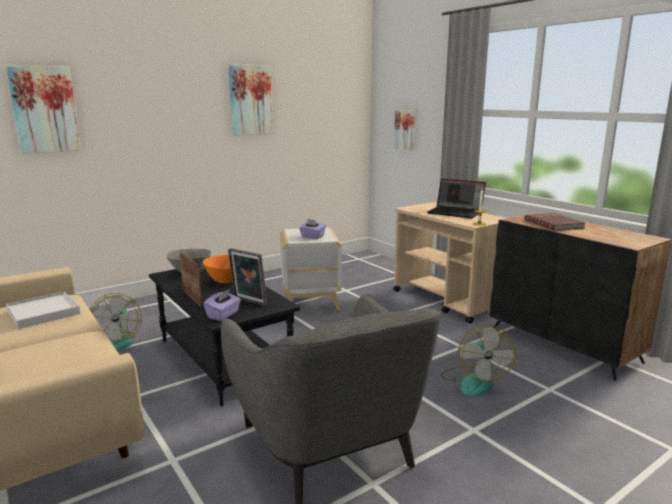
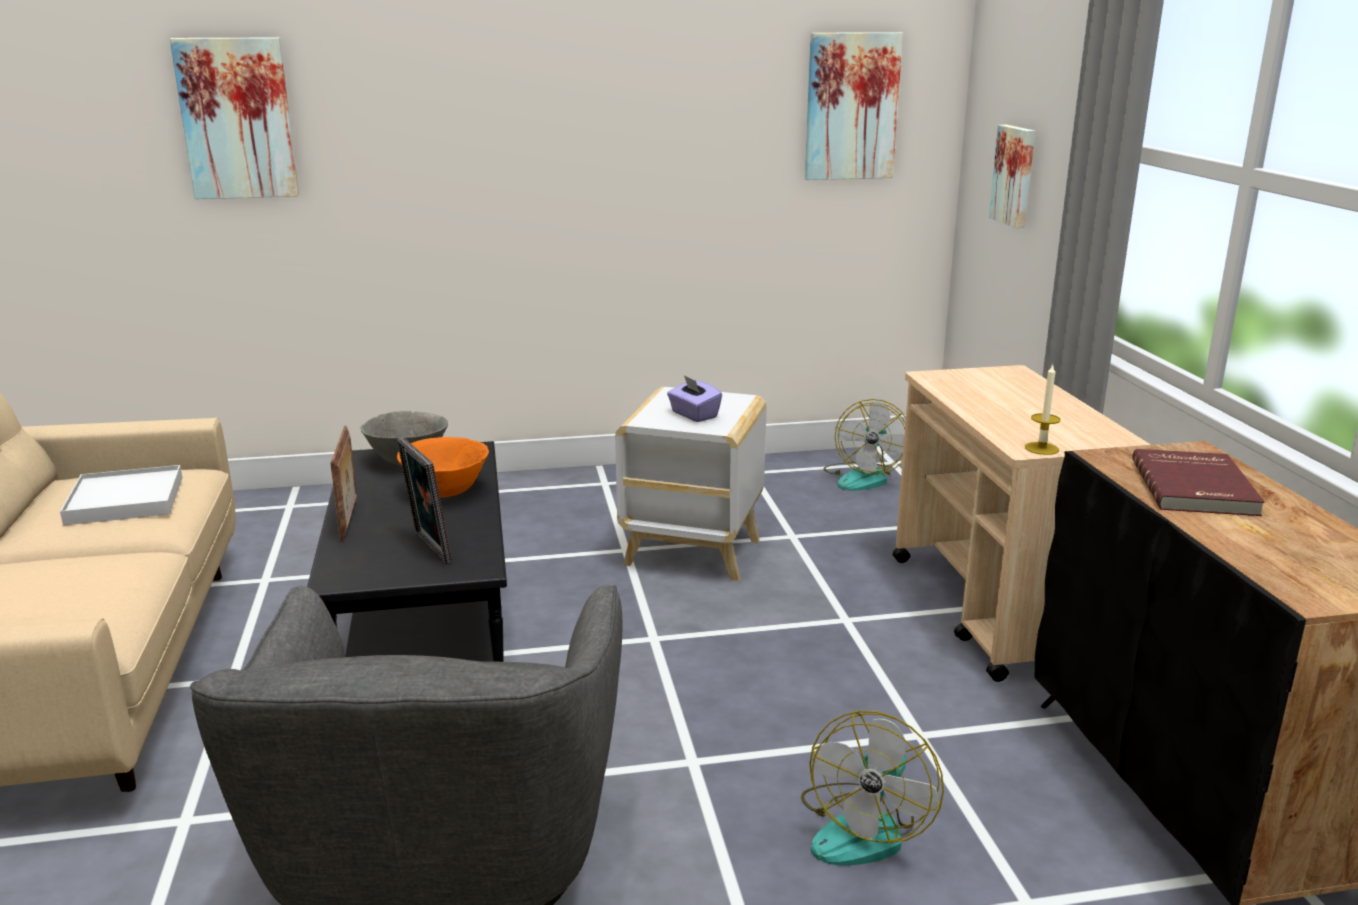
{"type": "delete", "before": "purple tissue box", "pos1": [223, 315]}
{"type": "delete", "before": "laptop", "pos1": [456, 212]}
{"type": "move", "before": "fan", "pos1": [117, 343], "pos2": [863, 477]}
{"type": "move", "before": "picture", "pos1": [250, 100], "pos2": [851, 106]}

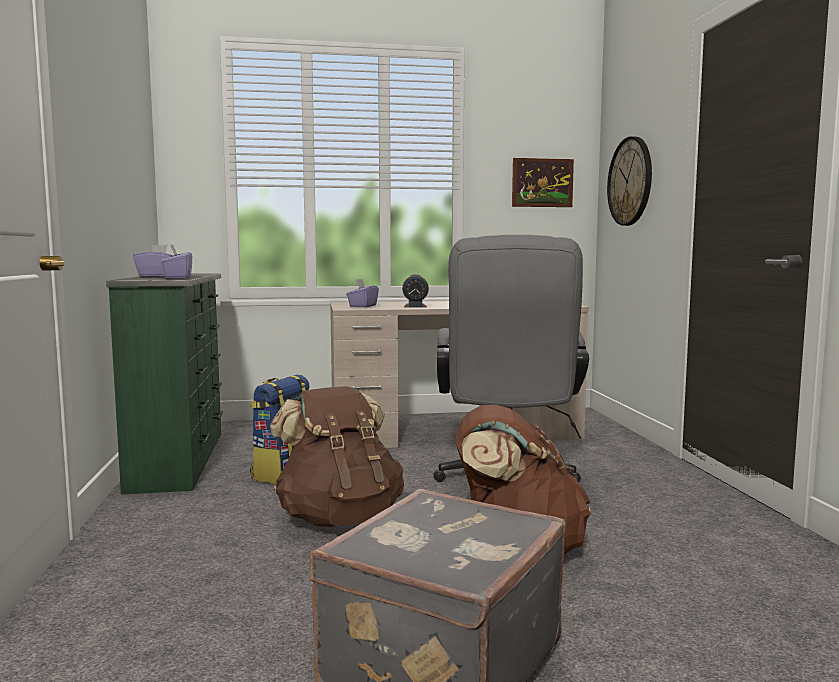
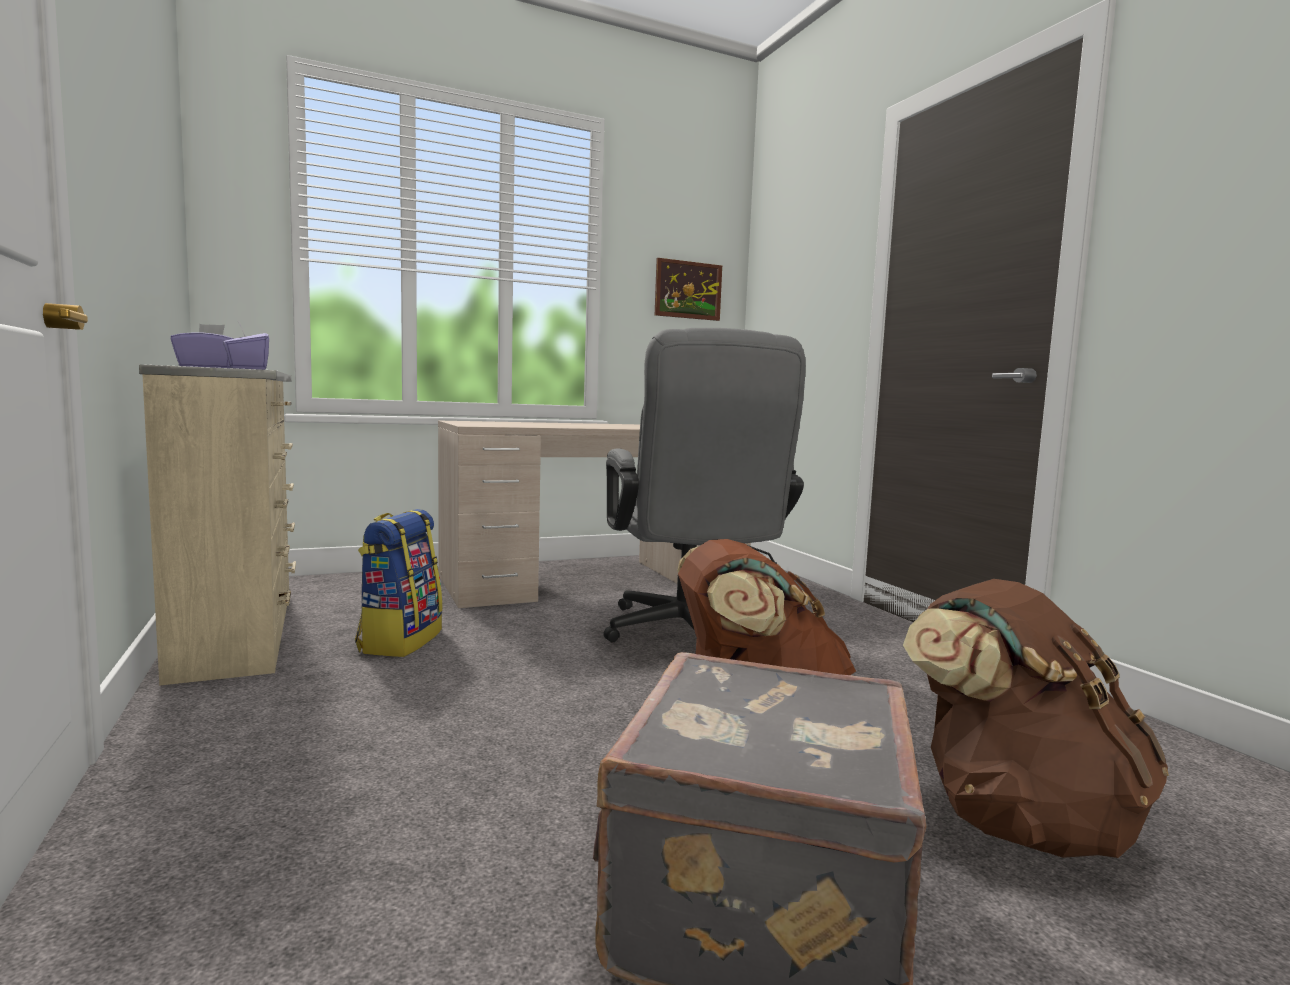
{"type": "delete", "before": "purple tissue box", "pos1": [362, 306]}
{"type": "delete", "before": "alarm clock", "pos1": [415, 306]}
{"type": "delete", "before": "wall clock", "pos1": [630, 181]}
{"type": "move", "before": "brown backpack", "pos1": [339, 518], "pos2": [1017, 821]}
{"type": "recolor", "before": "green dresser", "after": "beige dresser", "pos1": [181, 459], "pos2": [241, 630]}

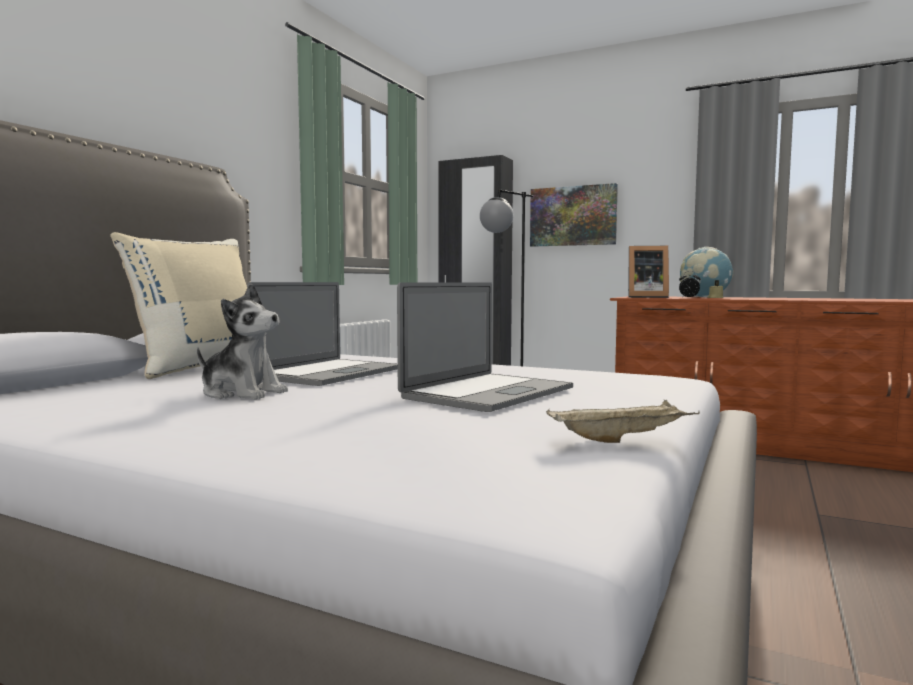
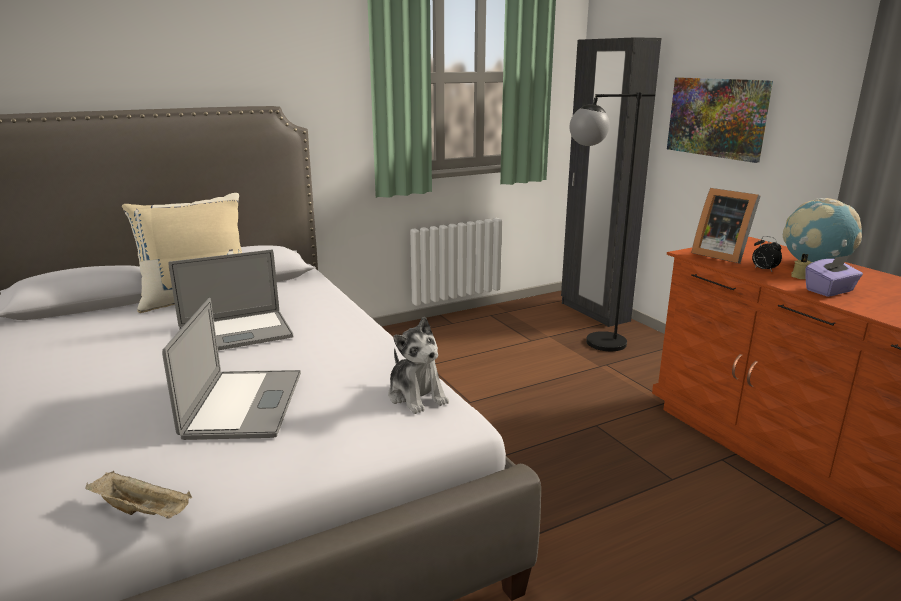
{"type": "insert", "after": "purple tissue box", "pos2": [830, 291]}
{"type": "move", "before": "plush toy", "pos1": [242, 393], "pos2": [416, 396]}
{"type": "rotate", "before": "laptop", "pos1": [488, 393], "pos2": [244, 404], "turn": -75}

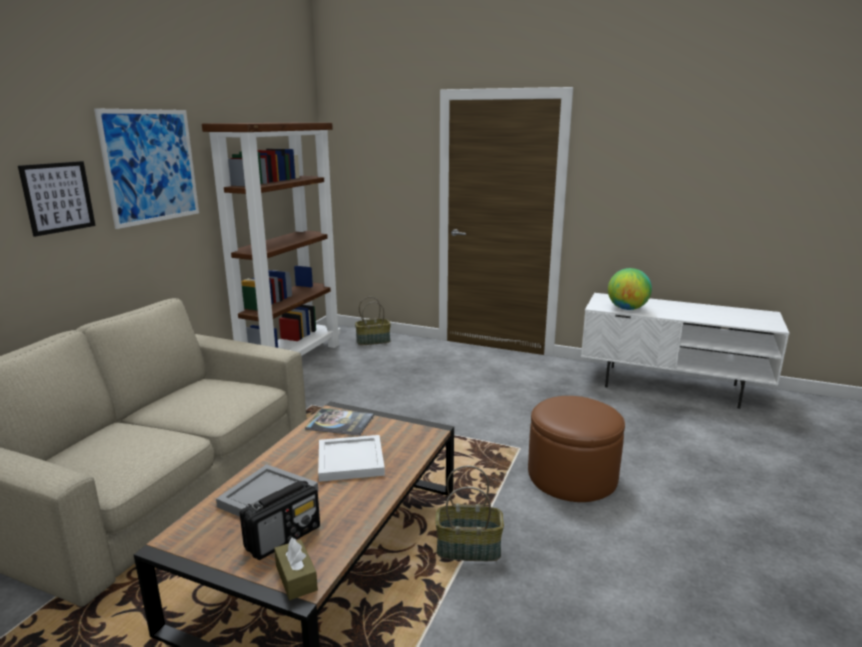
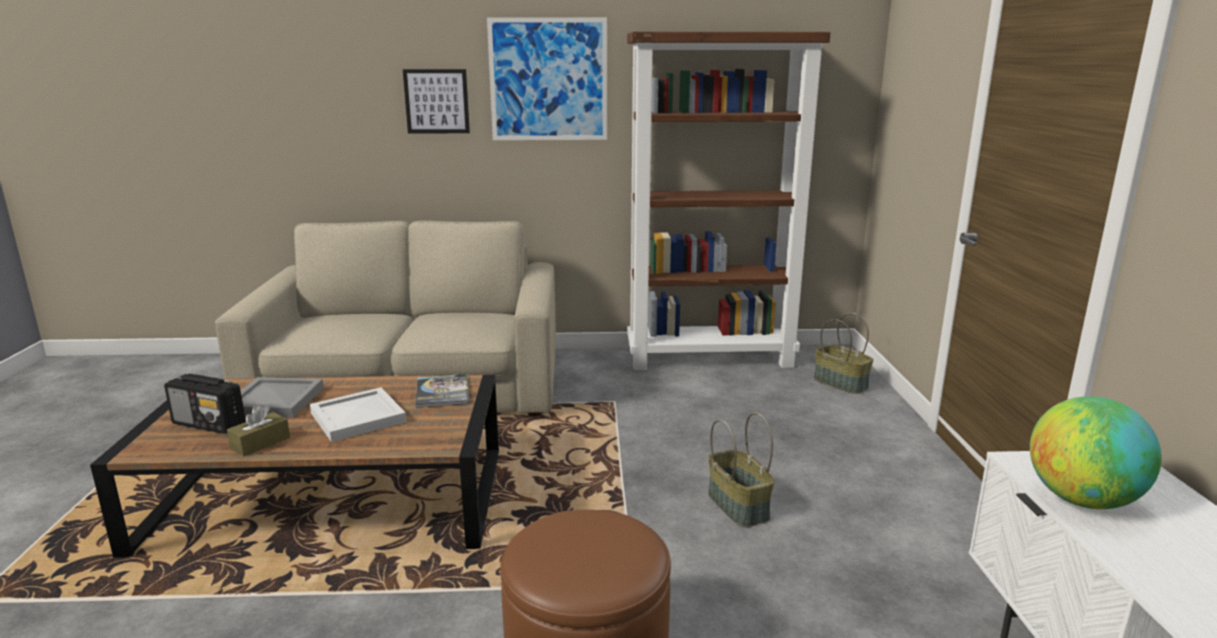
{"type": "move", "before": "brown tissue box", "pos1": [296, 578], "pos2": [260, 443]}
{"type": "move", "before": "basket", "pos1": [469, 548], "pos2": [739, 506]}

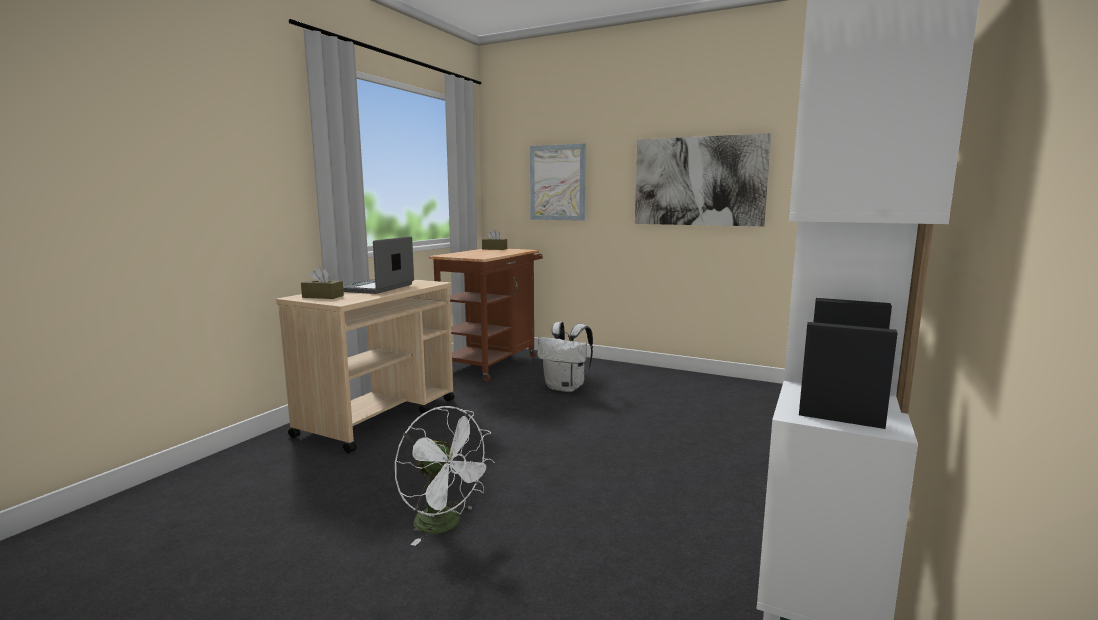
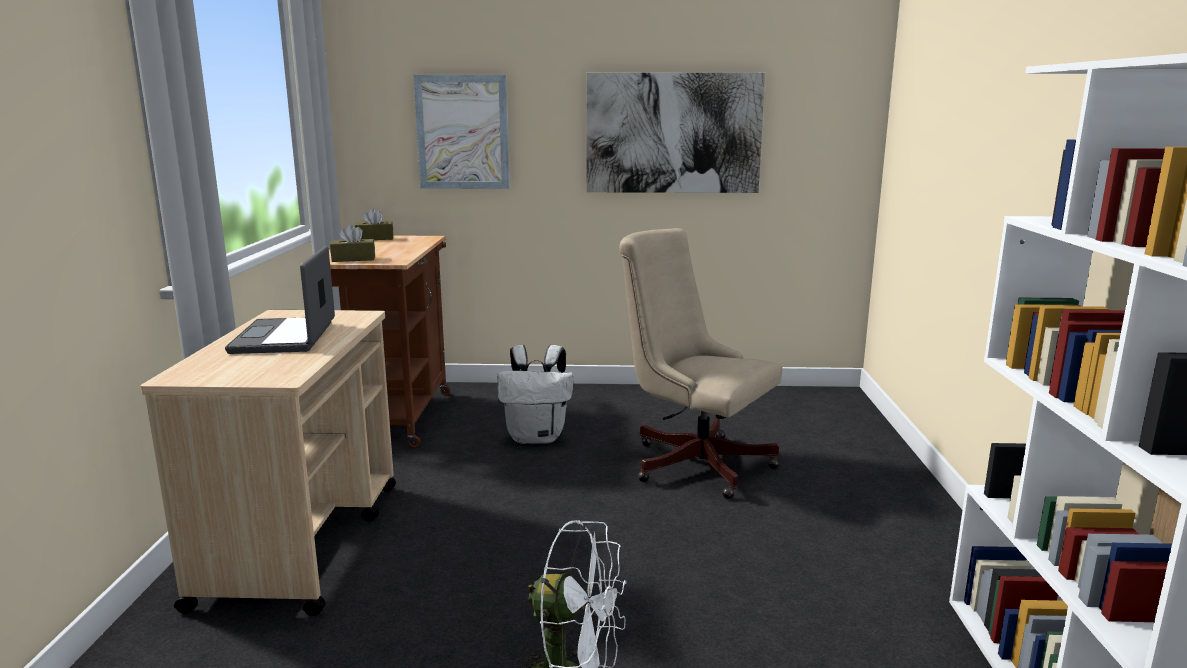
{"type": "insert", "after": "beige office chair", "pos2": [693, 461]}
{"type": "move", "before": "brown tissue box", "pos1": [323, 296], "pos2": [353, 259]}

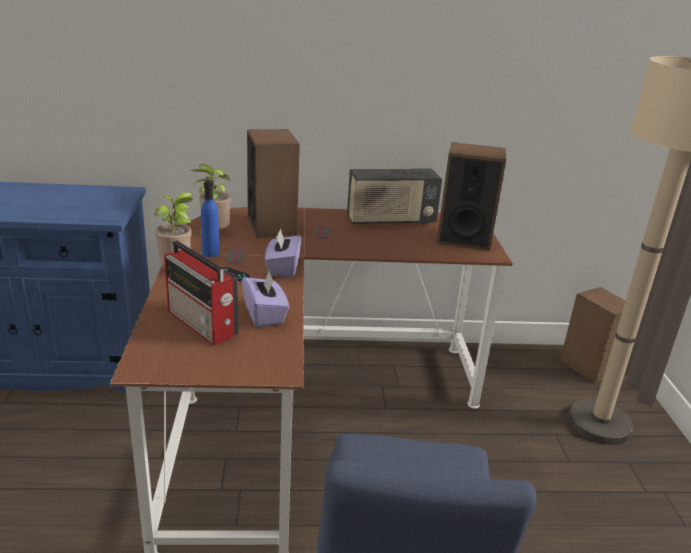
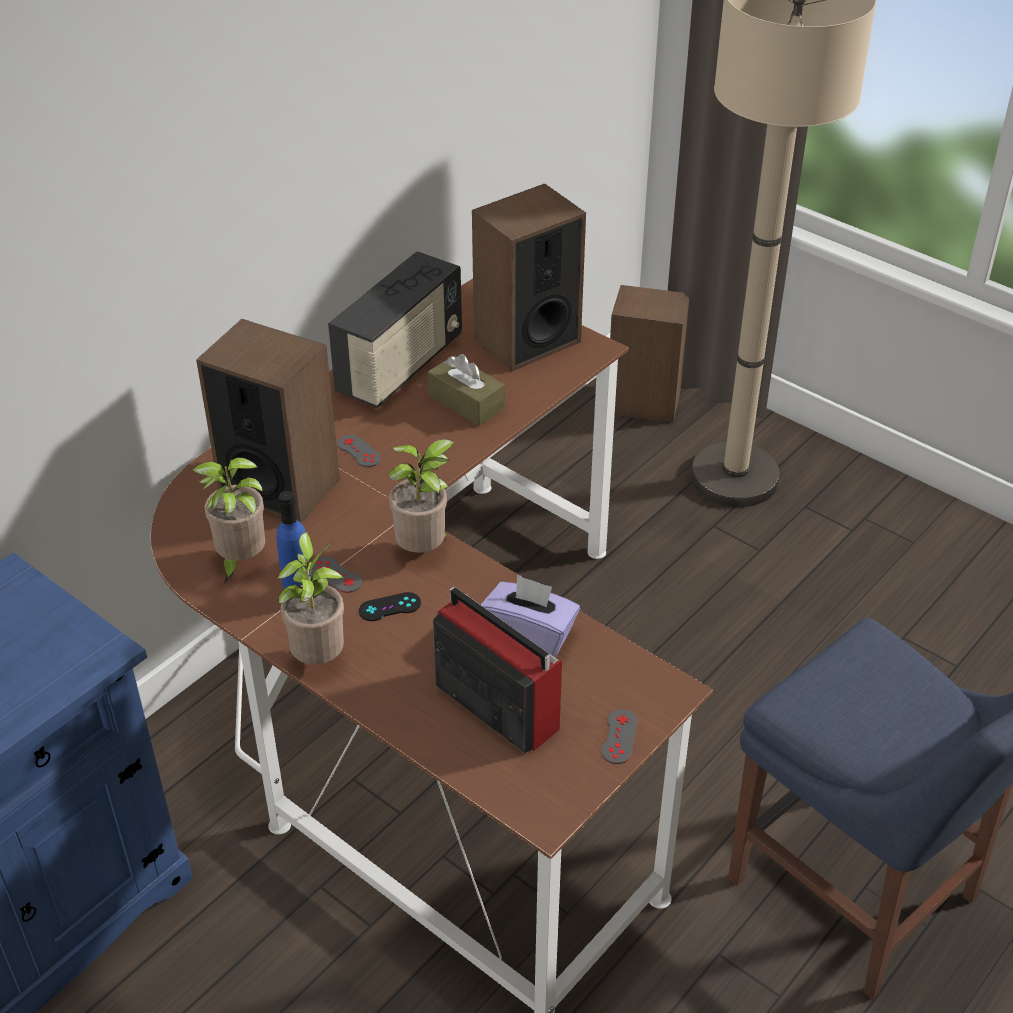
{"type": "insert", "after": "brown tissue box", "pos2": [466, 402]}
{"type": "insert", "after": "grey game controller", "pos2": [619, 737]}
{"type": "replace", "before": "purple tissue box", "after": "potted plant", "pos1": [282, 268], "pos2": [424, 550]}
{"type": "rotate", "before": "radio", "pos1": [203, 324], "pos2": [494, 704], "turn": -135}

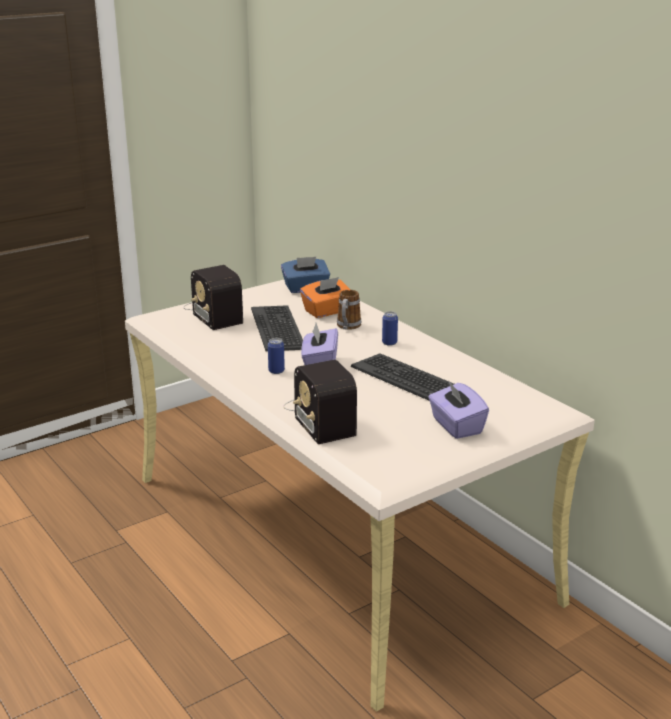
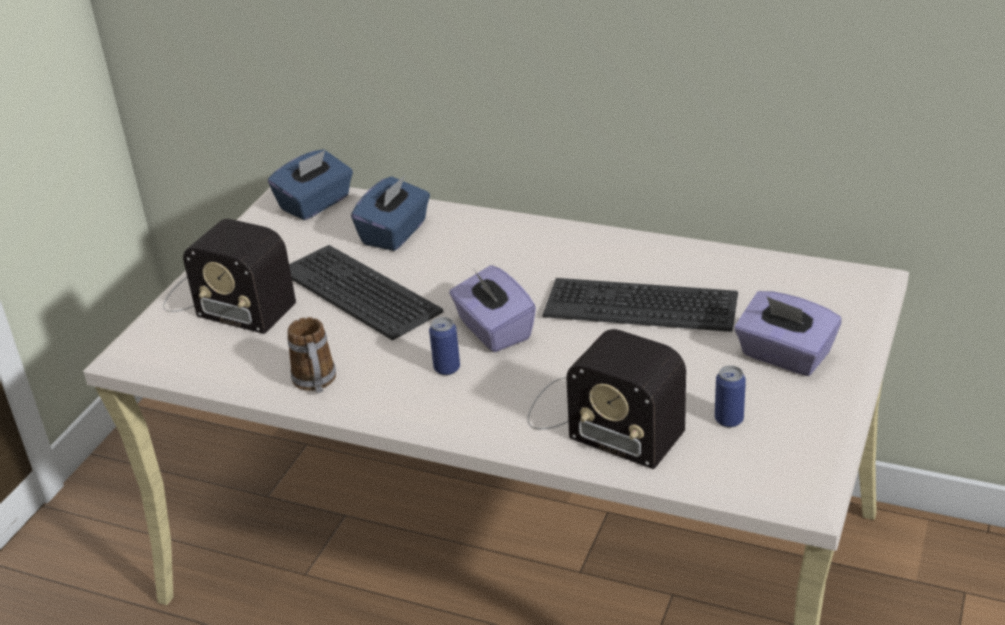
{"type": "move", "before": "mug", "pos1": [347, 327], "pos2": [316, 384]}
{"type": "move", "before": "can", "pos1": [389, 343], "pos2": [729, 420]}
{"type": "recolor", "before": "orange tissue box", "after": "blue tissue box", "pos1": [327, 311], "pos2": [395, 233]}

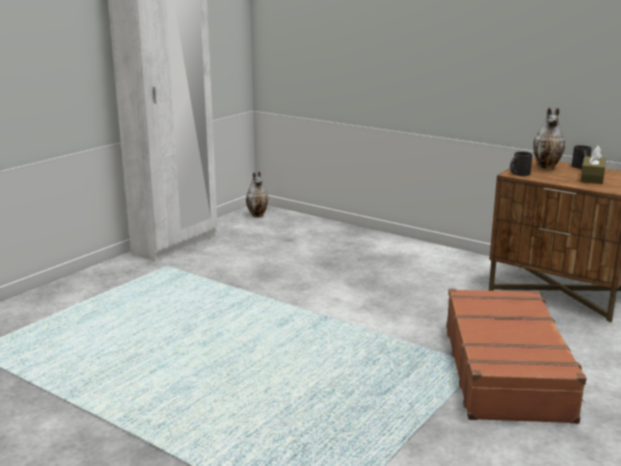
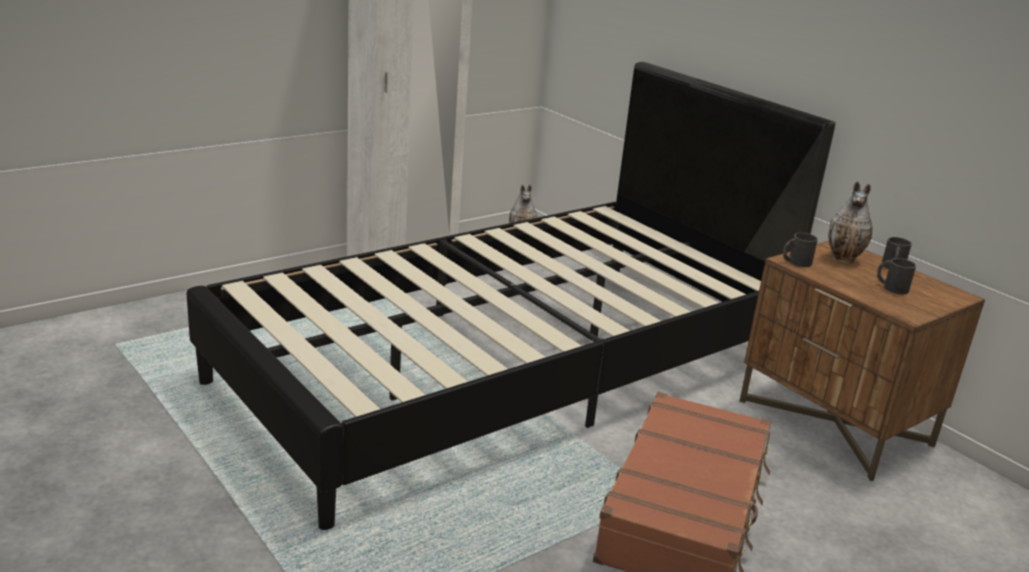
{"type": "insert", "after": "black bed", "pos2": [507, 370]}
{"type": "replace", "before": "brown tissue box", "after": "black mug", "pos1": [592, 178], "pos2": [891, 287]}

